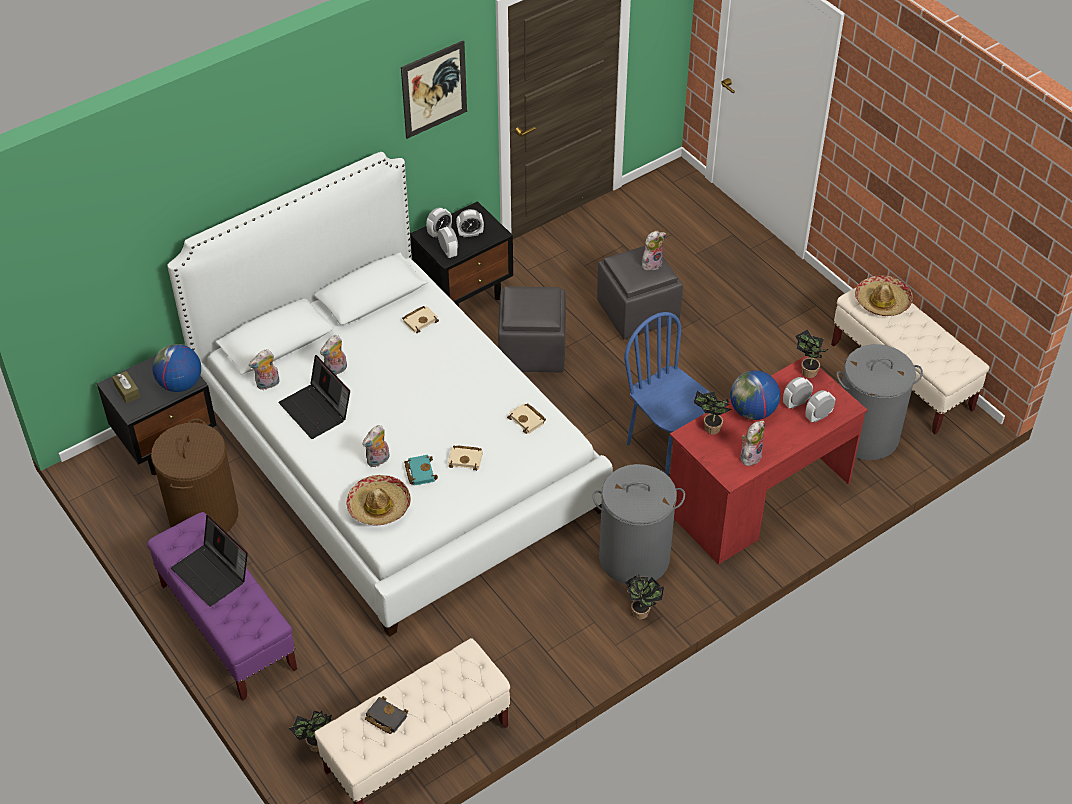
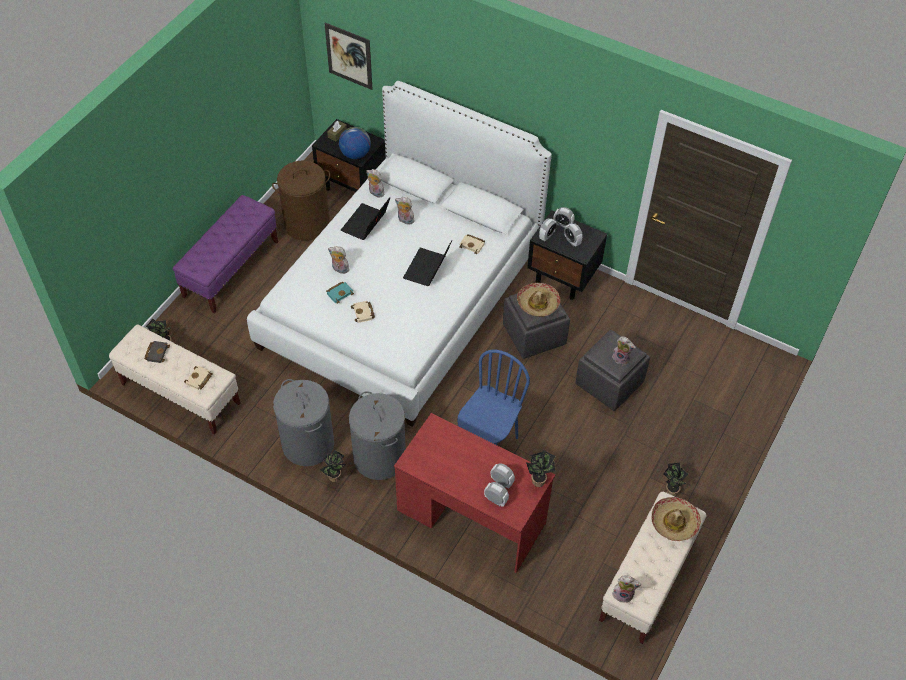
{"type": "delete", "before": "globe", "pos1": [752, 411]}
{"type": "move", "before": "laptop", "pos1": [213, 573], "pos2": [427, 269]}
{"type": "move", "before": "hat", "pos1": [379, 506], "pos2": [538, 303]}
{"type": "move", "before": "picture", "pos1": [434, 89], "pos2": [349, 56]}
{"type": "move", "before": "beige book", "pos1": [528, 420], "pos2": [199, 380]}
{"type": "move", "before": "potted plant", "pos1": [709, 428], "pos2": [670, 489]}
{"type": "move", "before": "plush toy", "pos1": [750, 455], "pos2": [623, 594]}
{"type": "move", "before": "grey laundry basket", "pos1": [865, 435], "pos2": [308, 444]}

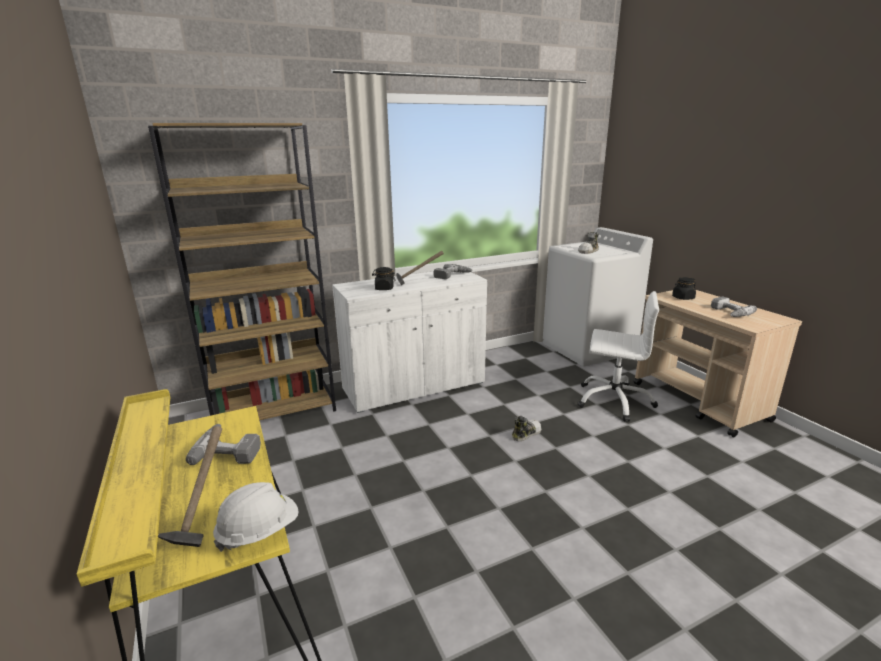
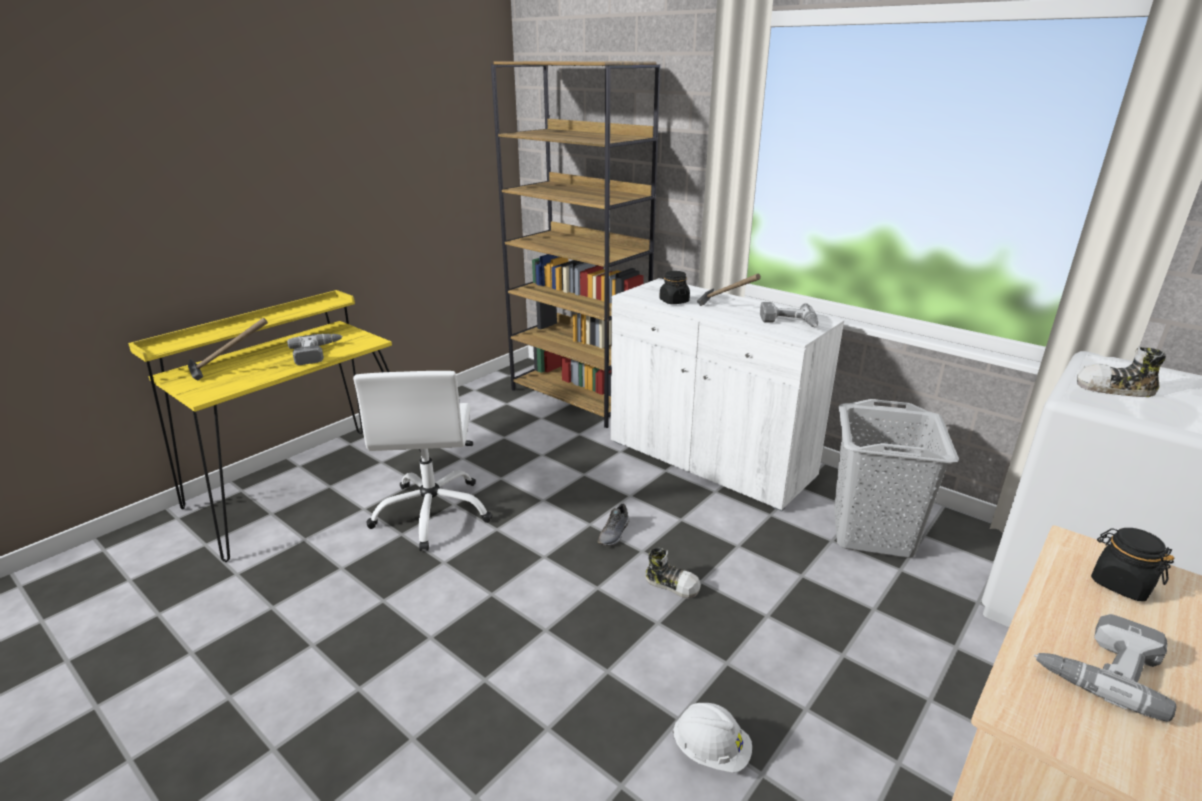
{"type": "insert", "after": "grey shoe", "pos2": [614, 533]}
{"type": "insert", "after": "grey laundry basket", "pos2": [873, 532]}
{"type": "move", "before": "white hard hat", "pos1": [259, 532], "pos2": [711, 751]}
{"type": "move", "before": "white office chair", "pos1": [614, 400], "pos2": [433, 513]}

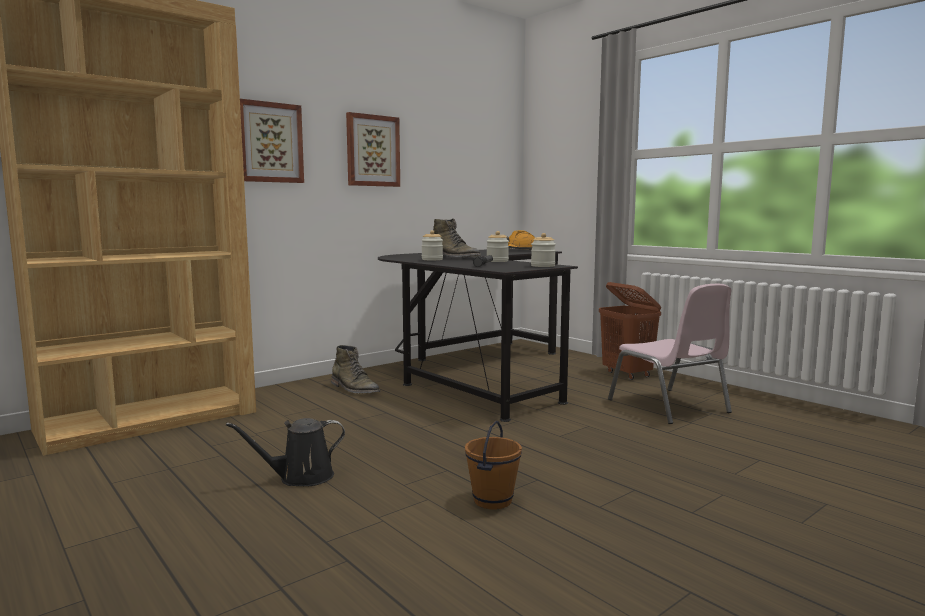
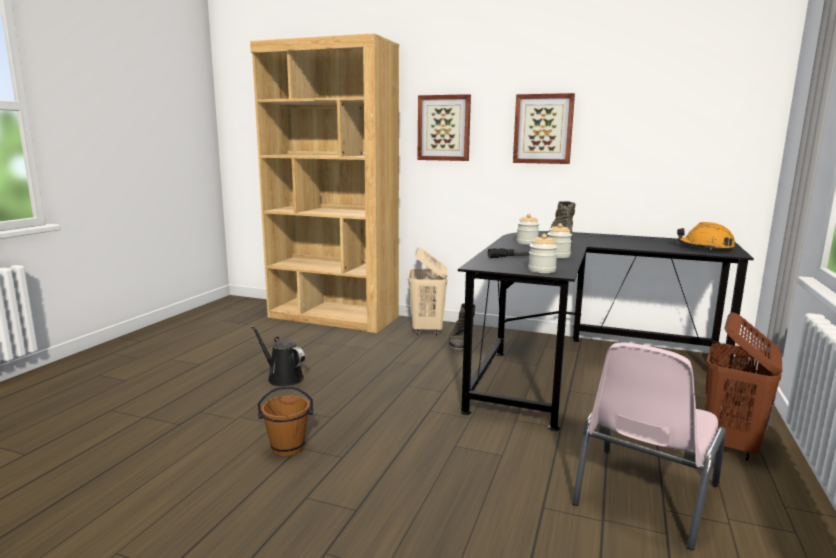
{"type": "insert", "after": "beige laundry basket", "pos2": [427, 330]}

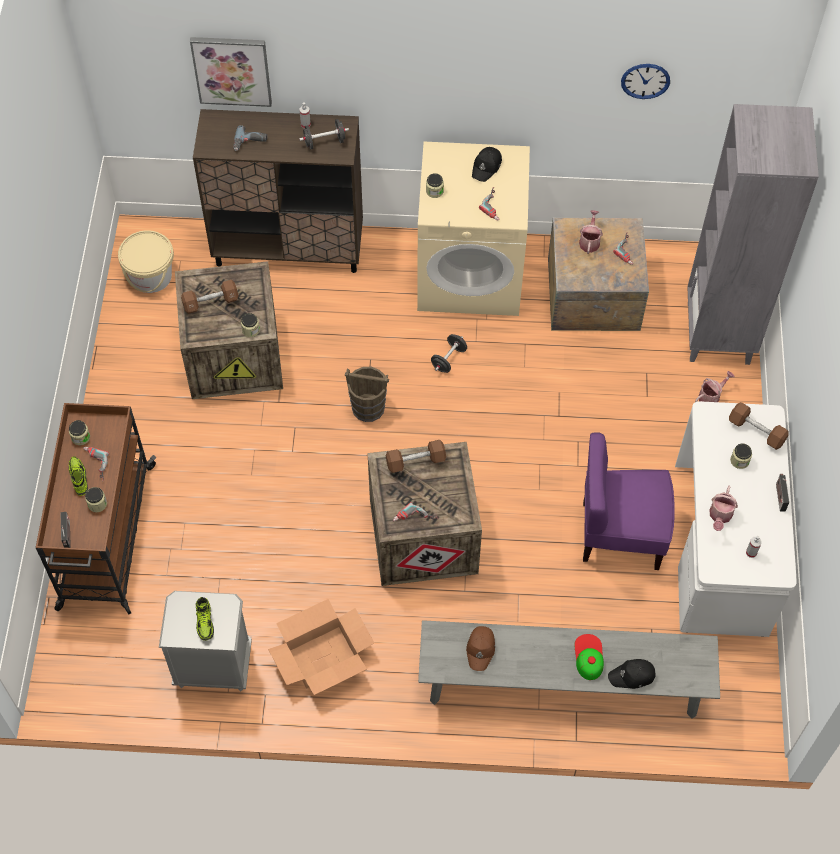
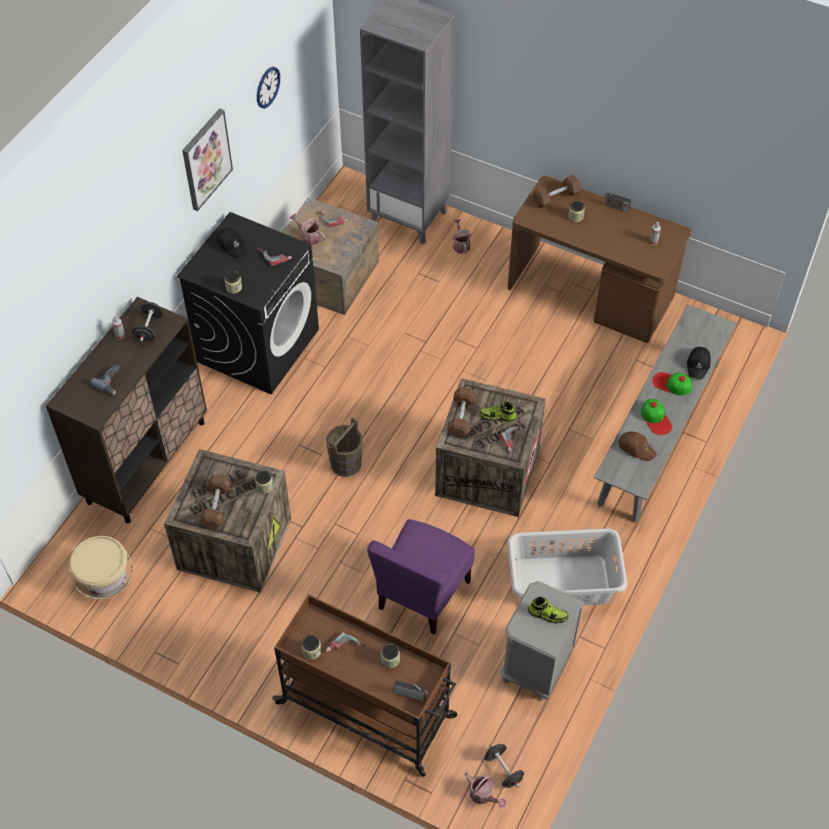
{"type": "insert", "after": "cap", "pos2": [656, 418]}
{"type": "move", "before": "shoe", "pos1": [78, 478], "pos2": [497, 416]}
{"type": "move", "before": "picture", "pos1": [232, 70], "pos2": [206, 159]}
{"type": "move", "before": "black dumbbell", "pos1": [448, 359], "pos2": [503, 770]}
{"type": "move", "before": "purple chair", "pos1": [620, 534], "pos2": [422, 594]}
{"type": "move", "before": "watering can", "pos1": [720, 516], "pos2": [483, 796]}
{"type": "replace", "before": "cardboard box", "after": "grey laundry basket", "pos1": [322, 657], "pos2": [563, 582]}
{"type": "recolor", "before": "beige washing machine", "after": "black washing machine", "pos1": [470, 274], "pos2": [258, 345]}
{"type": "recolor", "before": "white desk", "after": "brown desk", "pos1": [721, 549], "pos2": [591, 293]}

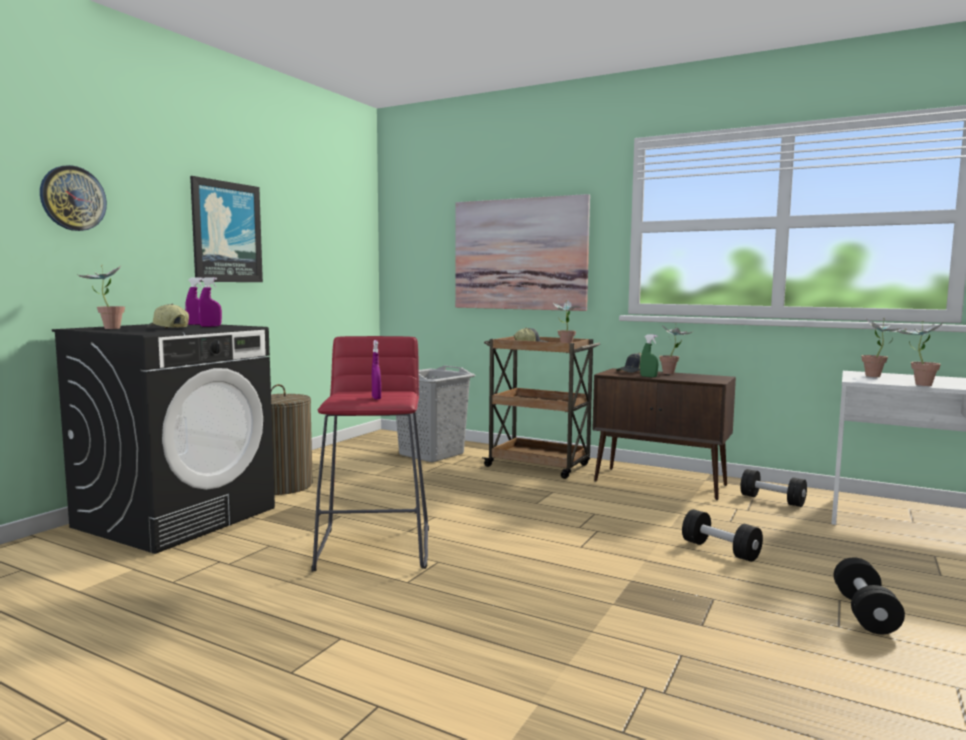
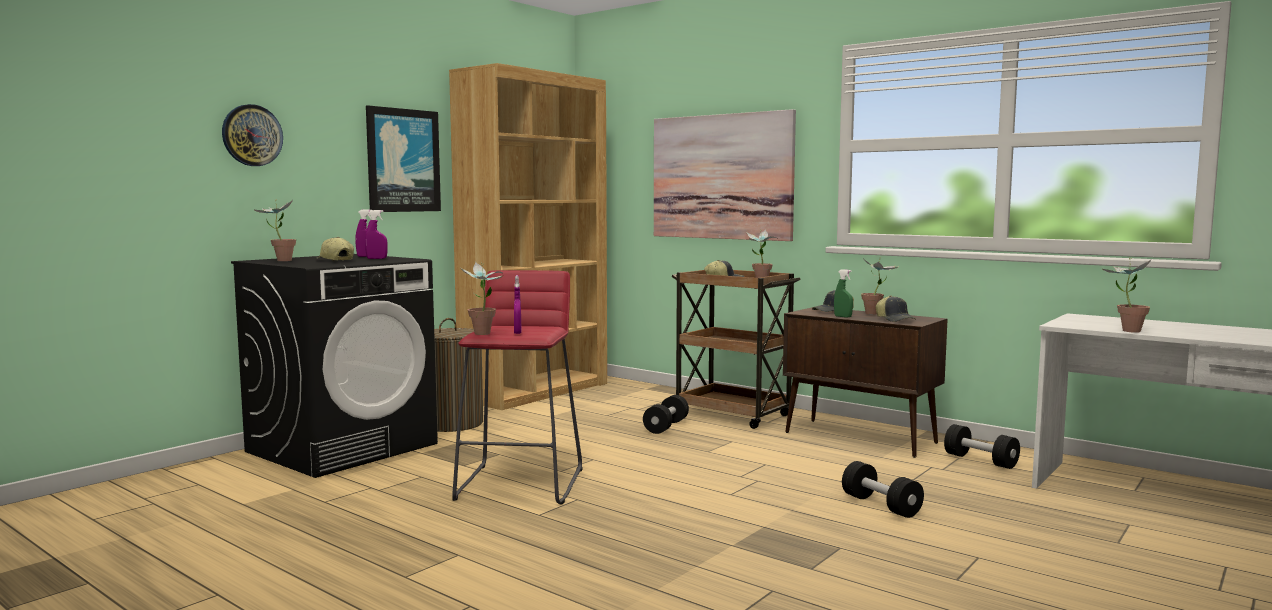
{"type": "delete", "before": "grey laundry basket", "pos1": [431, 454]}
{"type": "insert", "after": "brown bookcase", "pos2": [536, 391]}
{"type": "insert", "after": "cap", "pos2": [895, 319]}
{"type": "move", "before": "black dumbbell", "pos1": [865, 613], "pos2": [666, 426]}
{"type": "move", "before": "potted plant", "pos1": [878, 377], "pos2": [484, 334]}

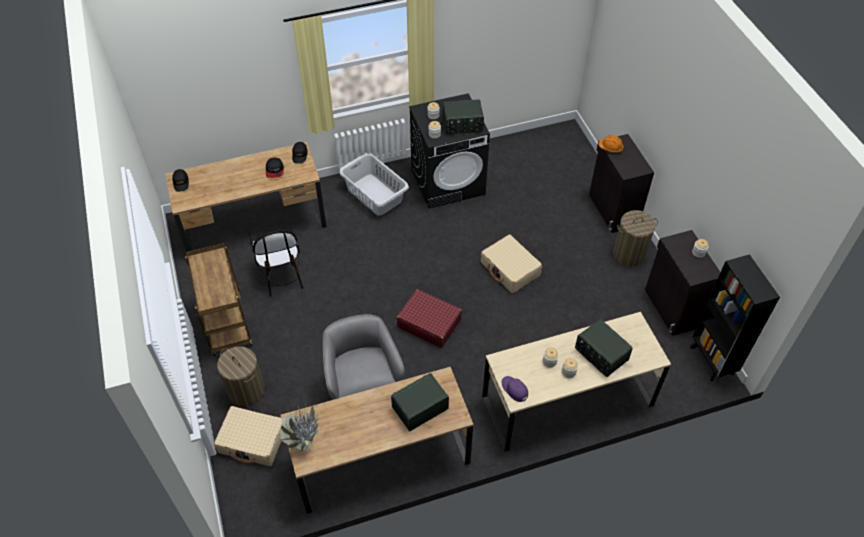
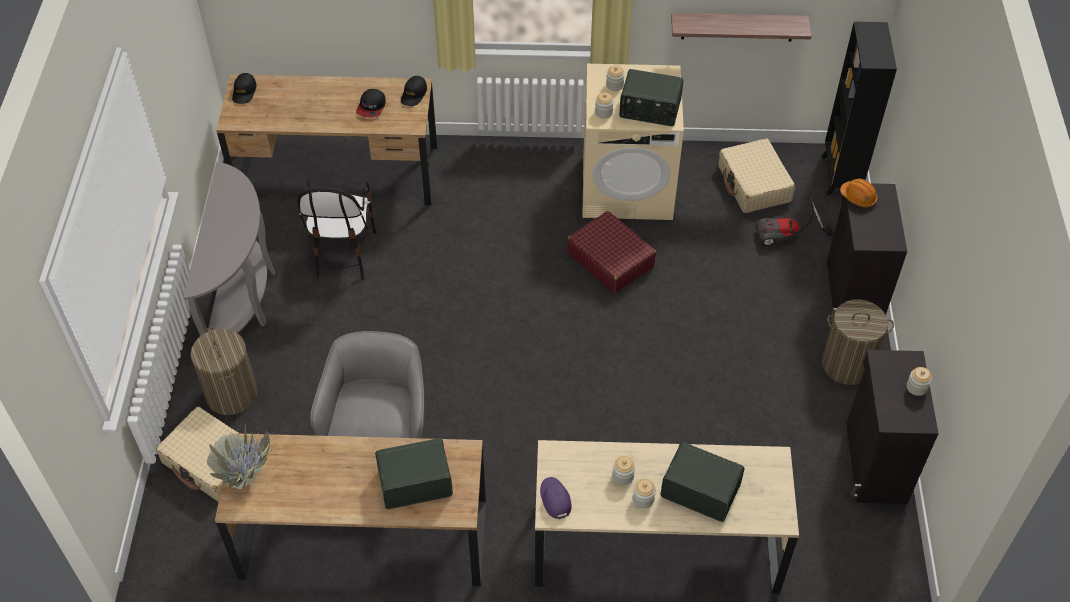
{"type": "delete", "before": "grey laundry basket", "pos1": [374, 194]}
{"type": "insert", "after": "shelf", "pos2": [738, 26]}
{"type": "insert", "after": "vacuum cleaner", "pos2": [788, 238]}
{"type": "move", "before": "red suitcase", "pos1": [429, 323], "pos2": [610, 260]}
{"type": "move", "before": "beige suitcase", "pos1": [510, 269], "pos2": [754, 184]}
{"type": "move", "before": "black bookcase", "pos1": [712, 361], "pos2": [840, 176]}
{"type": "replace", "before": "brown cart", "after": "grey console table", "pos1": [226, 323], "pos2": [244, 298]}
{"type": "recolor", "before": "black washing machine", "after": "beige washing machine", "pos1": [448, 181], "pos2": [627, 187]}
{"type": "rotate", "before": "radio", "pos1": [600, 355], "pos2": [700, 490], "turn": 135}

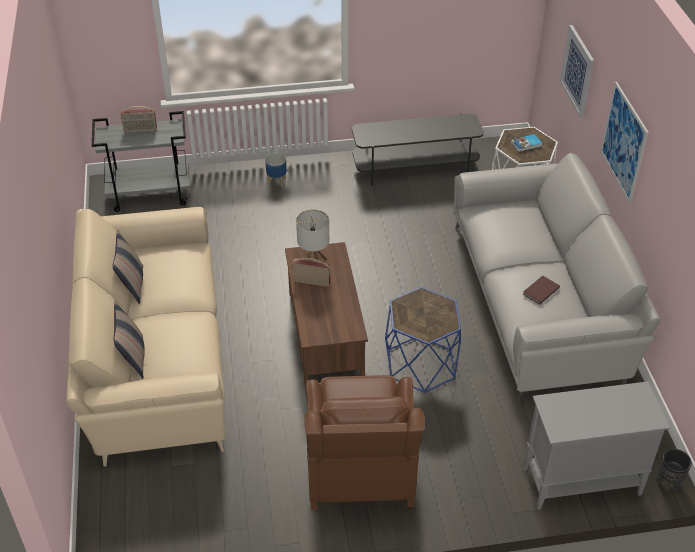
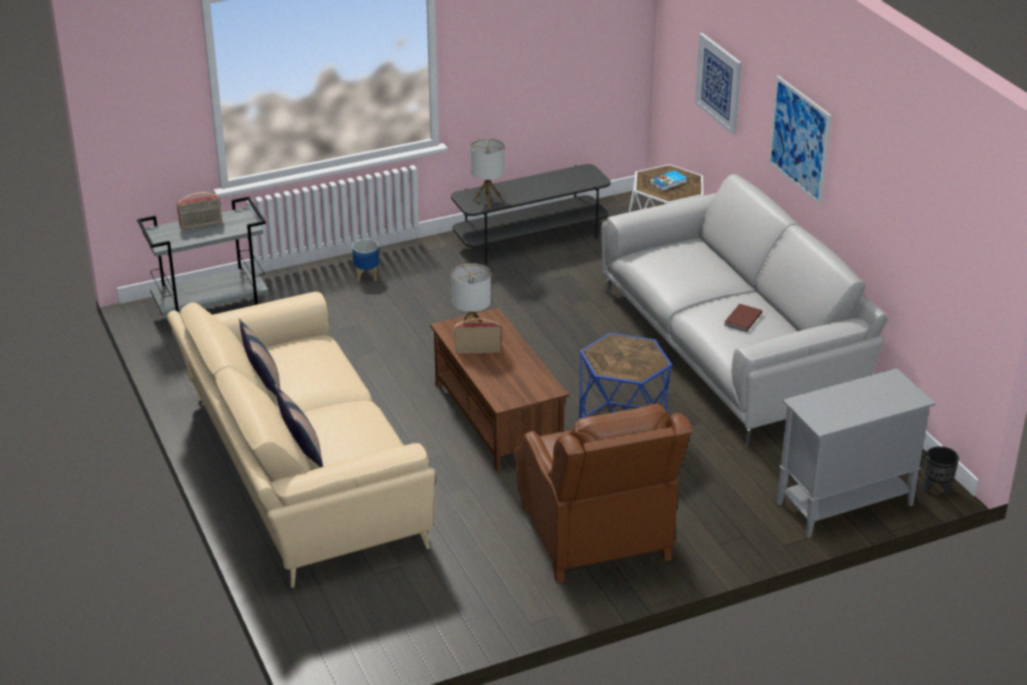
{"type": "insert", "after": "table lamp", "pos2": [487, 201]}

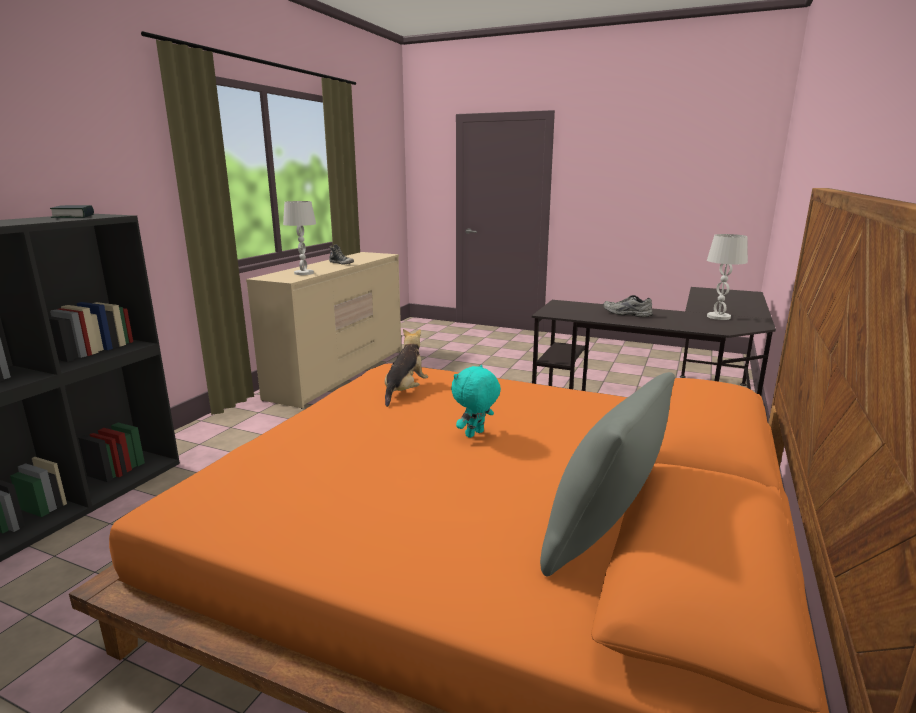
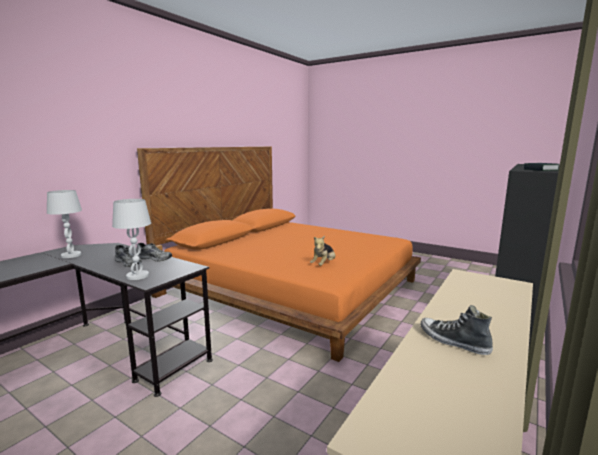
{"type": "delete", "before": "turquoise plush toy", "pos1": [475, 434]}
{"type": "delete", "before": "grey pillow", "pos1": [601, 539]}
{"type": "insert", "after": "grey shoe", "pos2": [155, 258]}
{"type": "move", "before": "white table lamp", "pos1": [304, 273], "pos2": [137, 276]}

